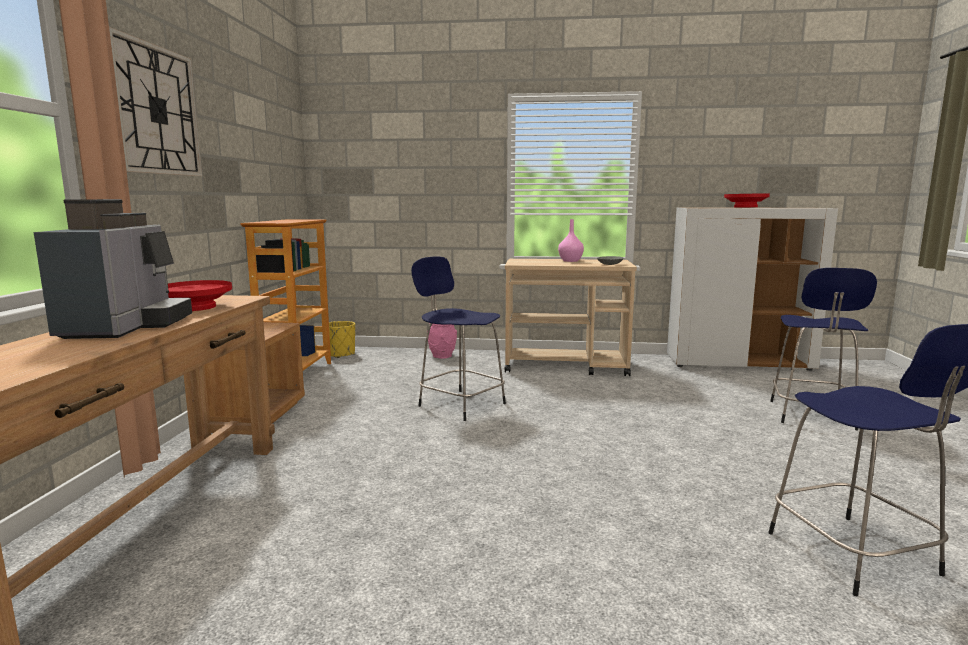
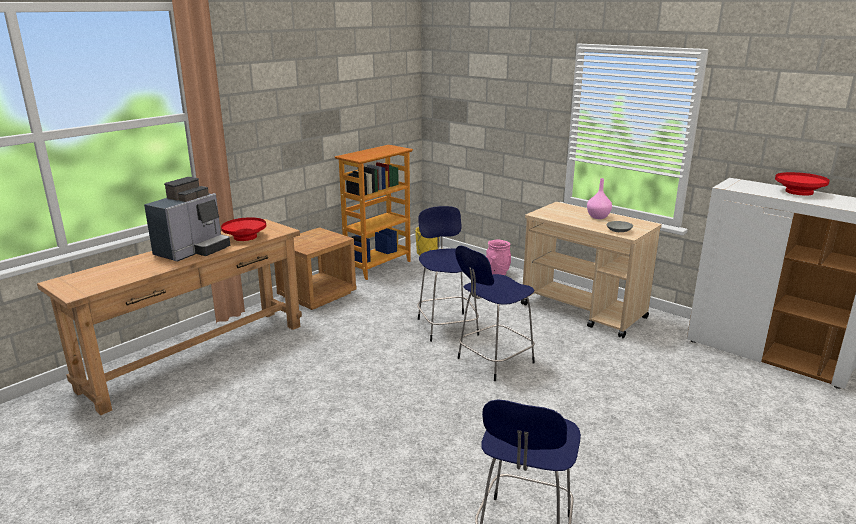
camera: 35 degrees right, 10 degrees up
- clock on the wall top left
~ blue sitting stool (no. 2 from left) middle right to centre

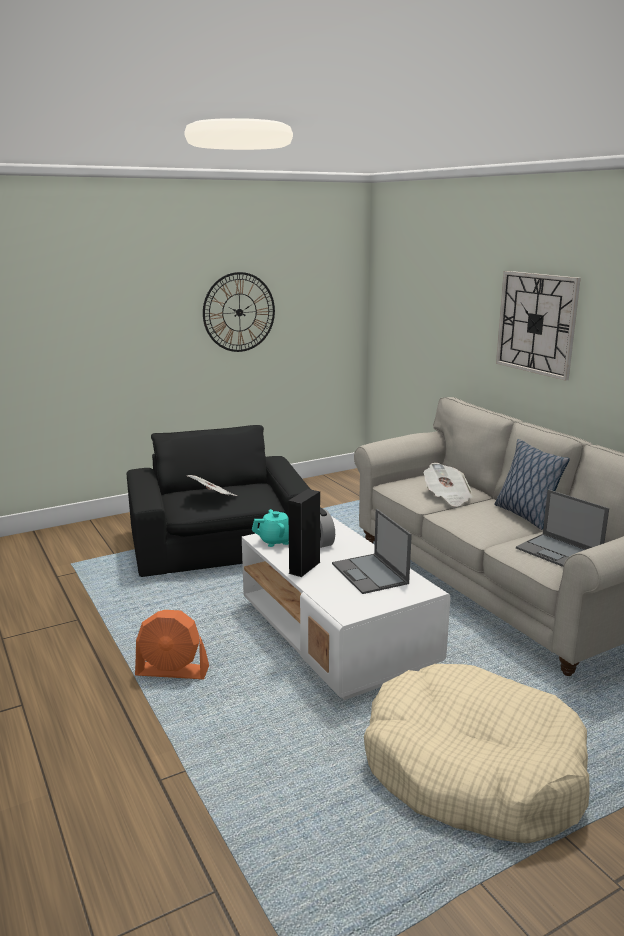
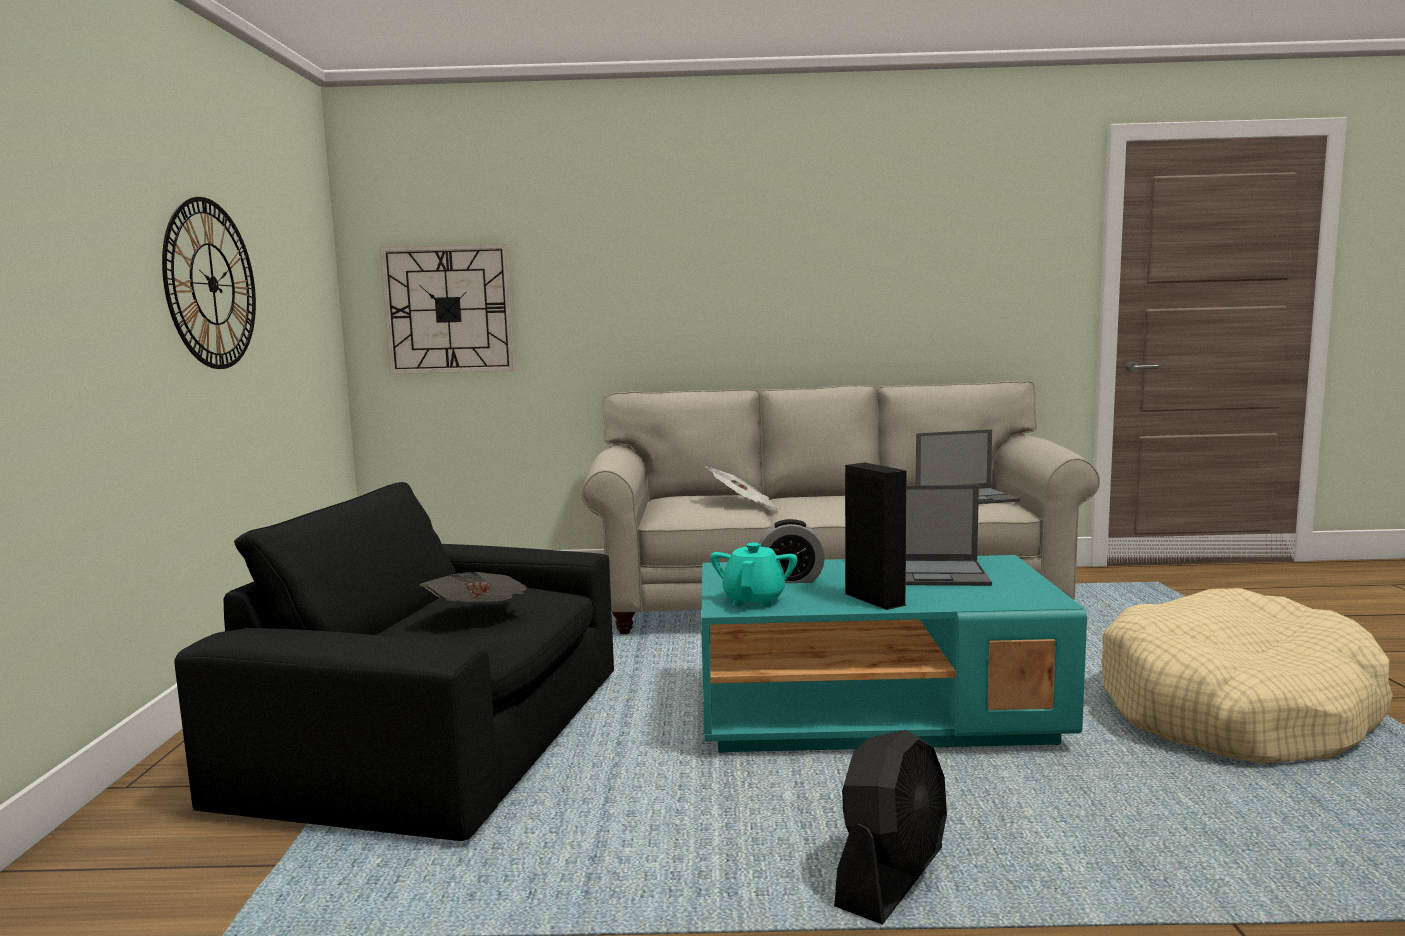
camera: 60 degrees left, 10 degrees down
- cushion middle right
~ clock on the wall (no. 2 from left) middle right to top left
~ orange-coloured cooling fan bottom left to black-coloured cooling fan bottom centre
~ whitish lounge table centre to blue-green lounge table bottom centre

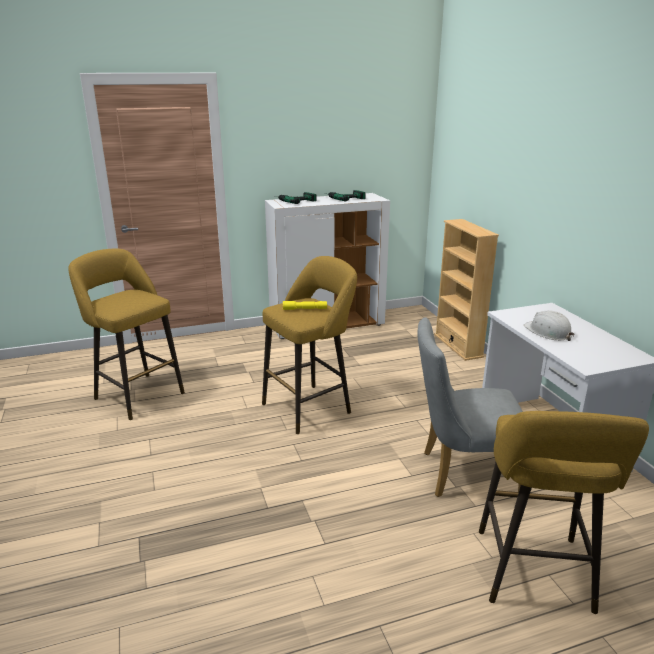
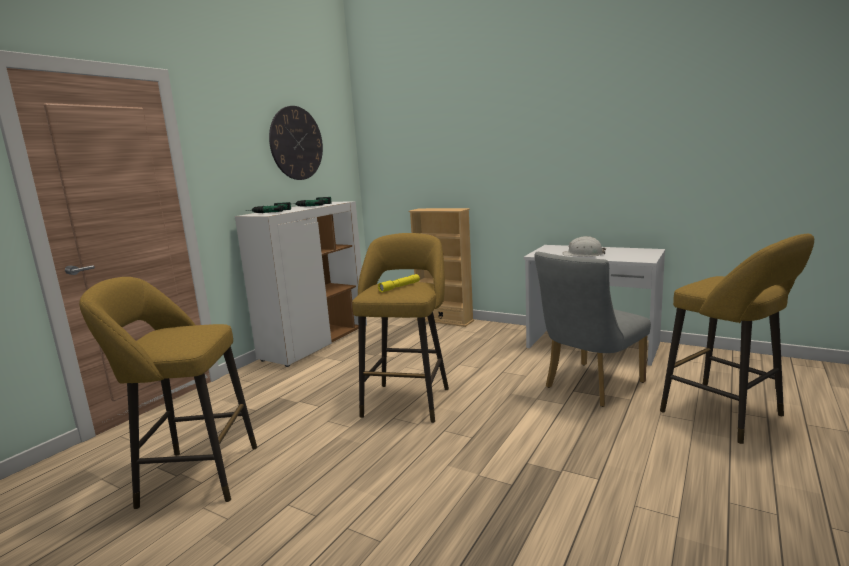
camera: 40 degrees left, 10 degrees down
+ clock on the wall top centre

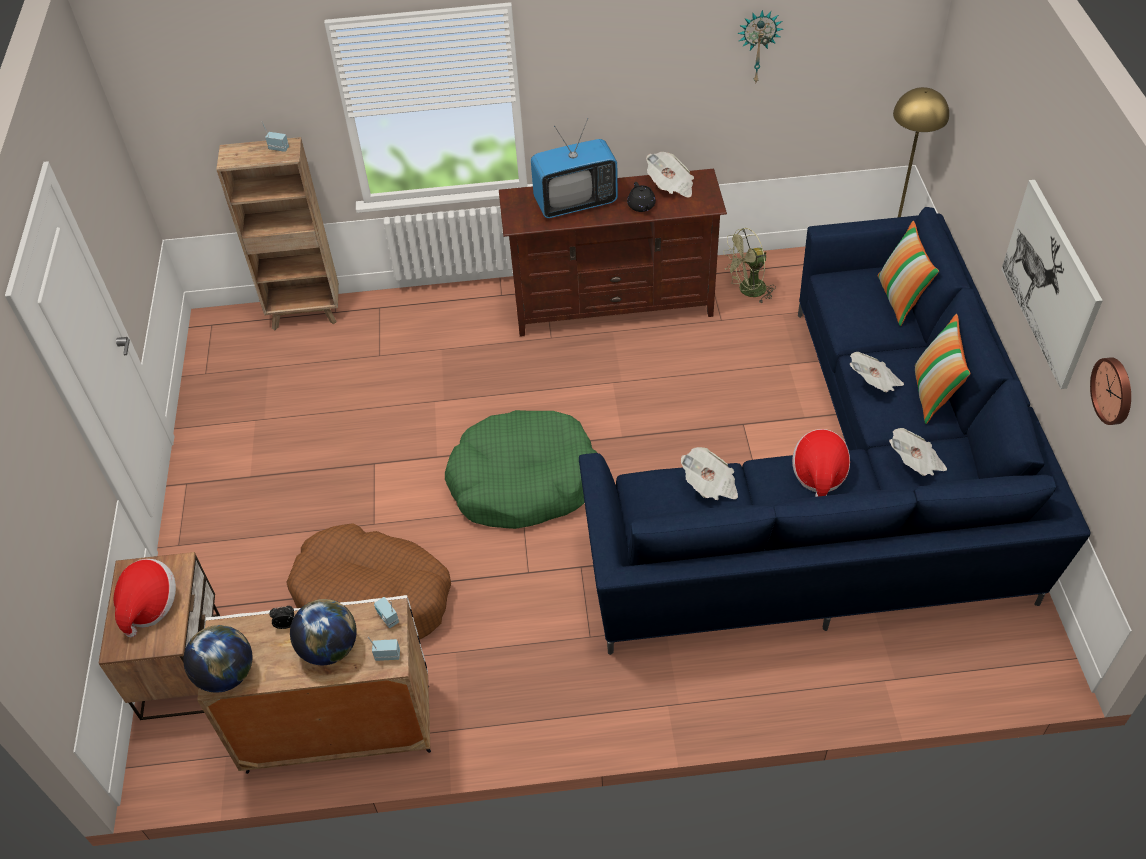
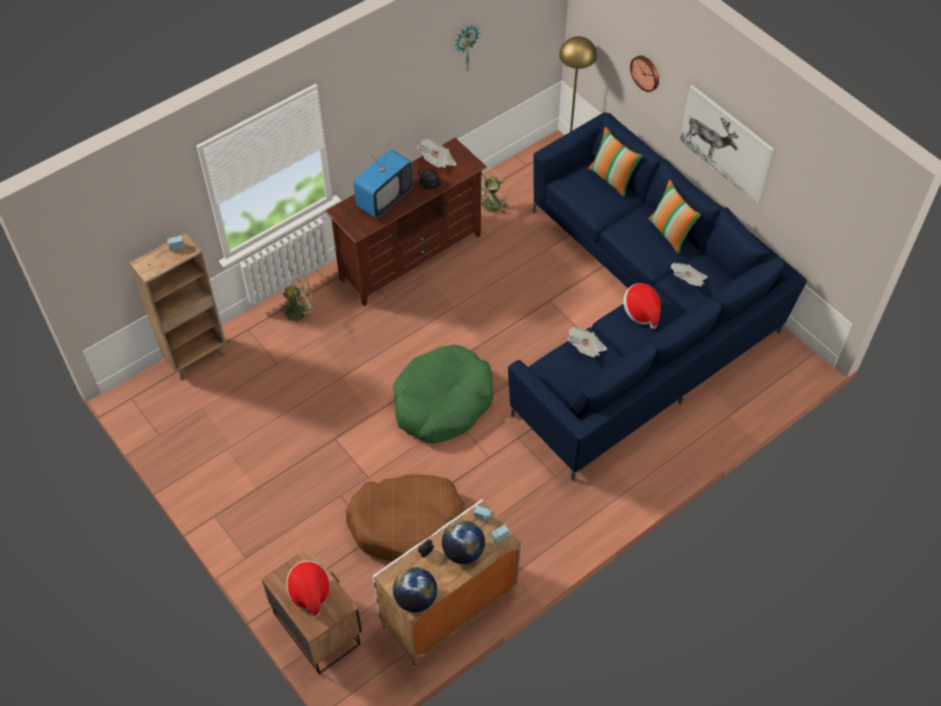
camera: 35 degrees left, 5 degrees up
- newspaper (no. 3 from left) middle right
+ green cooling fan (no. 1 from left) middle left
~ clock on the wall (no. 2 from left) middle right to top right

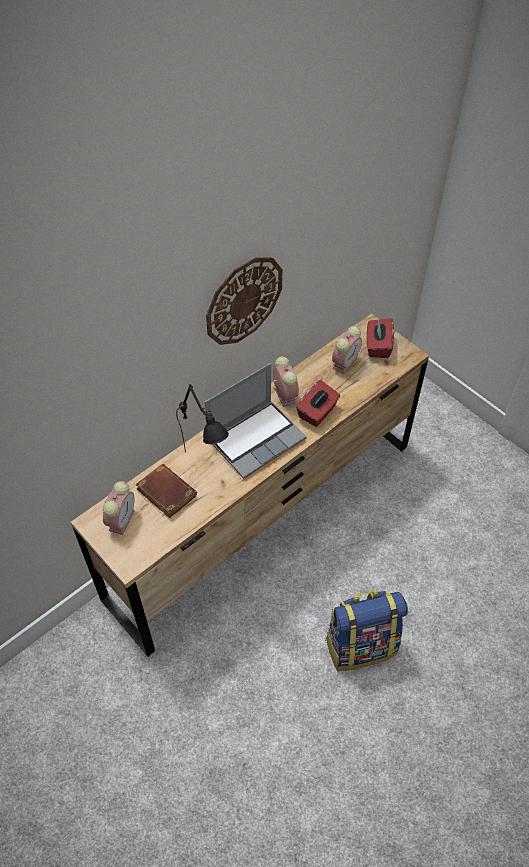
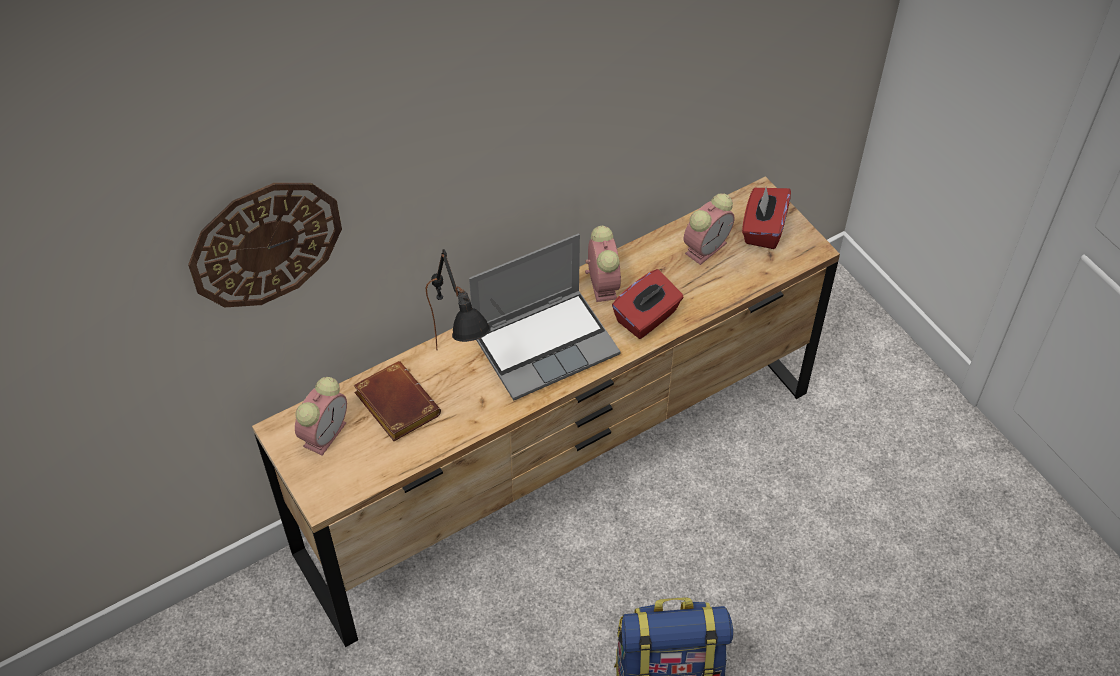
camera: 10 degrees right, 0 degrees up
~ clock on the wall centre to middle left

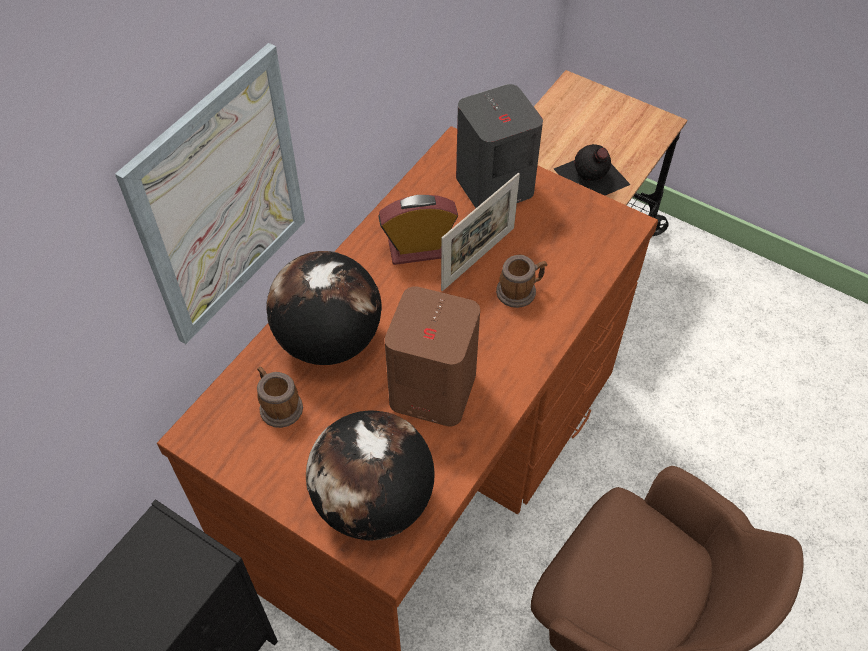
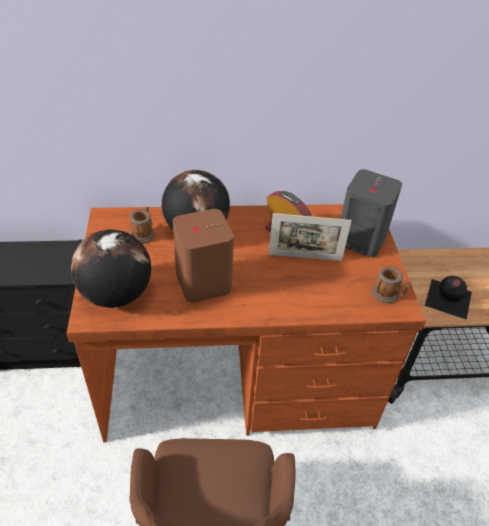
camera: 50 degrees right, 10 degrees down
- picture top left
~ tea mug (no. 2 from left) centre to middle right

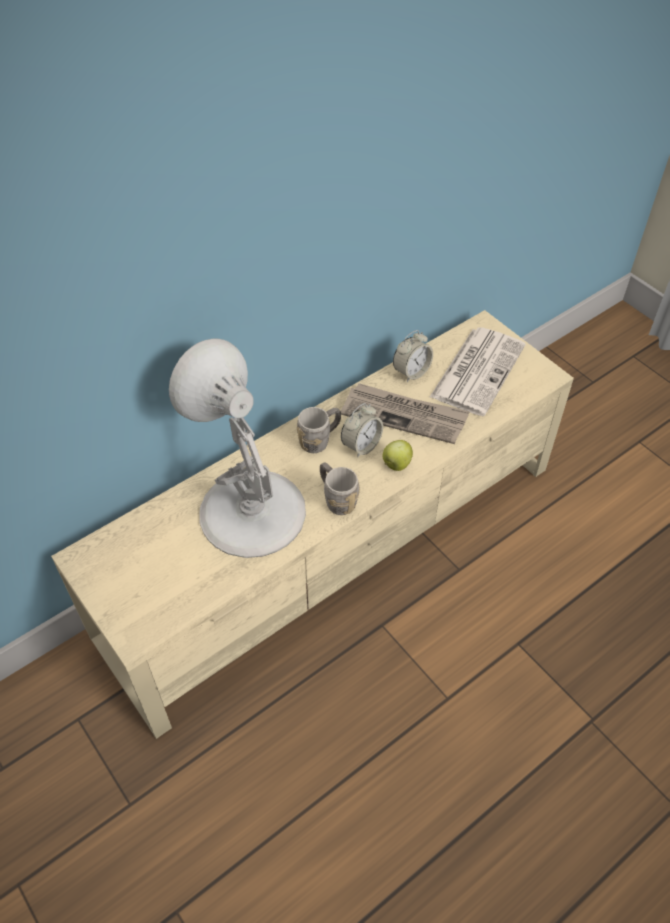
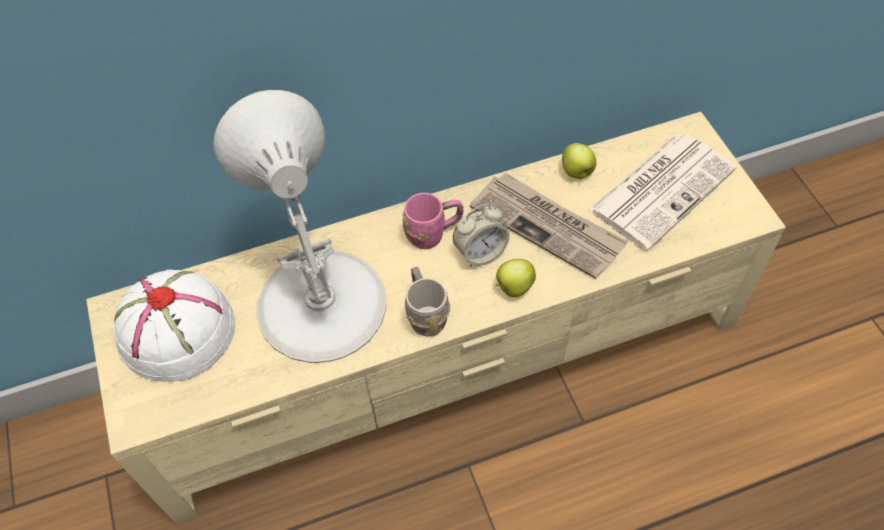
camera: 20 degrees right, 5 degrees up
+ whitish wearable hat middle left
~ alarm clock (no. 2 from left) centre to whole apple (no. 2 from left) top centre
~ greyish tea mug (no. 1 from left) centre to pinkish tea mug centre

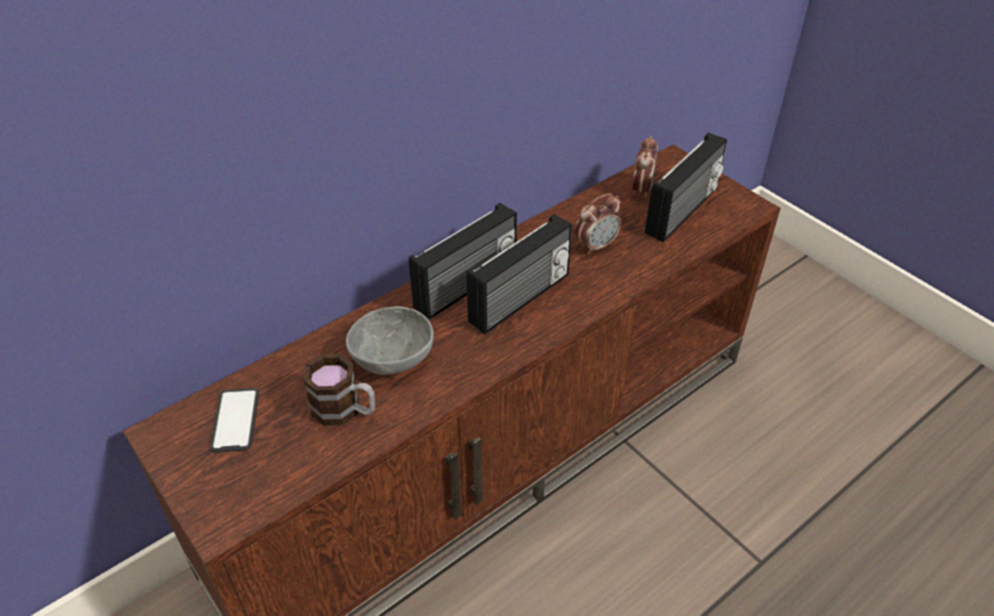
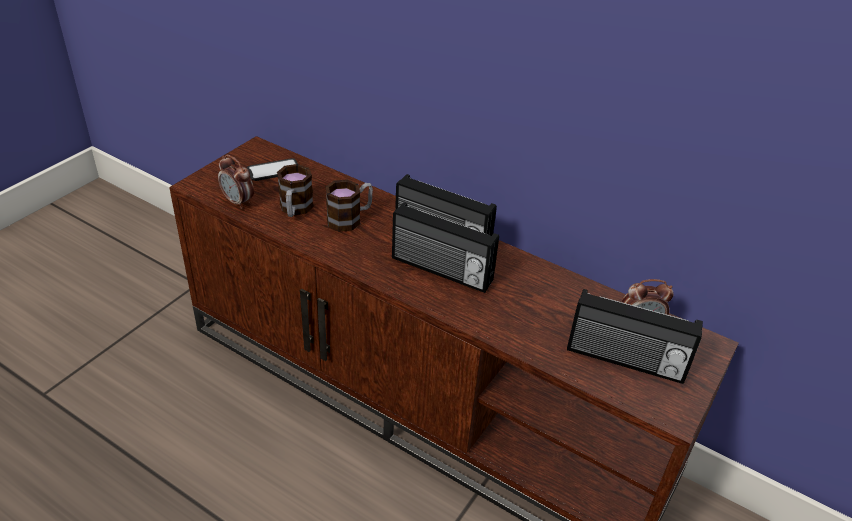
camera: 70 degrees right, 5 degrees down
~ alarm clock (no. 1 from left) centre to middle left
~ greyish serving bowl centre to tea mug (no. 2 from left) centre

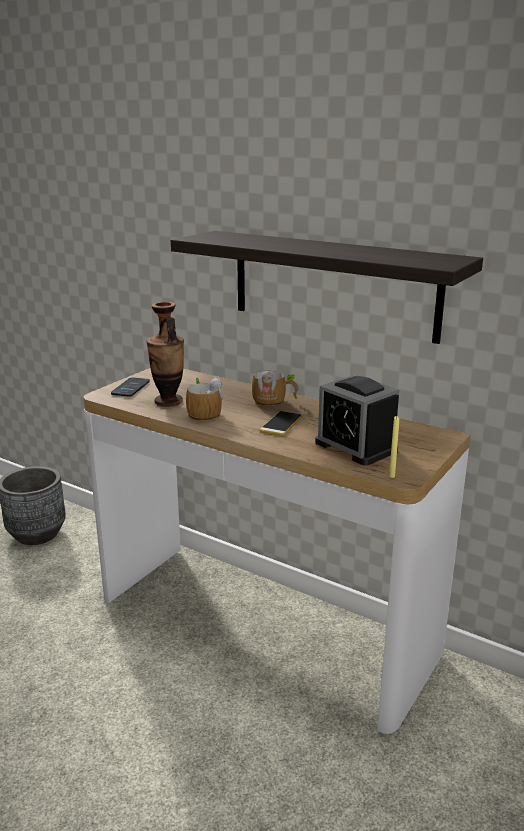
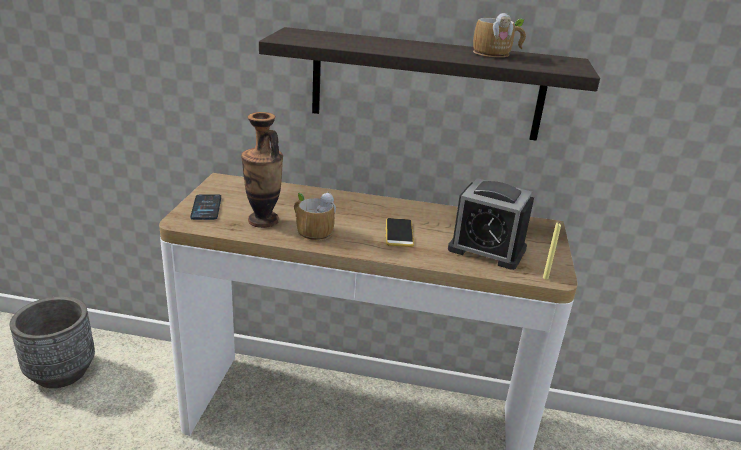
camera: 25 degrees left, 5 degrees up
~ tea mug (no. 2 from left) centre to top right

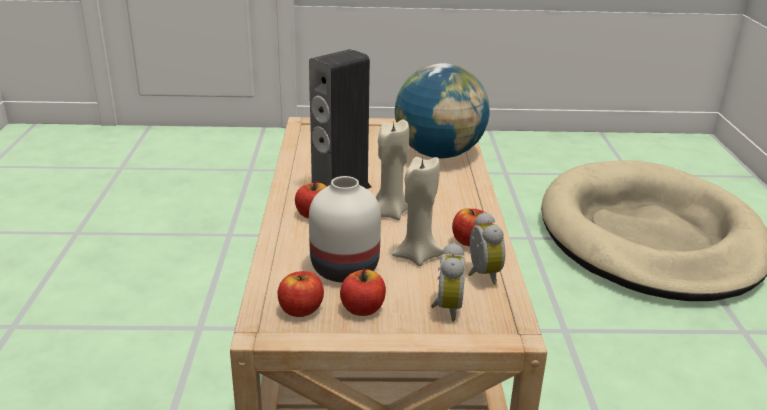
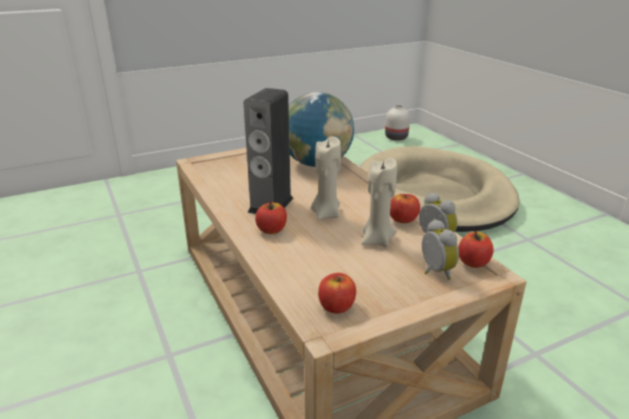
camera: 25 degrees left, 0 degrees up
~ whitish vase centre to top centre
~ whole apple (no. 3 from left in the first image) bottom centre to whole apple (no. 4 from left) middle right

